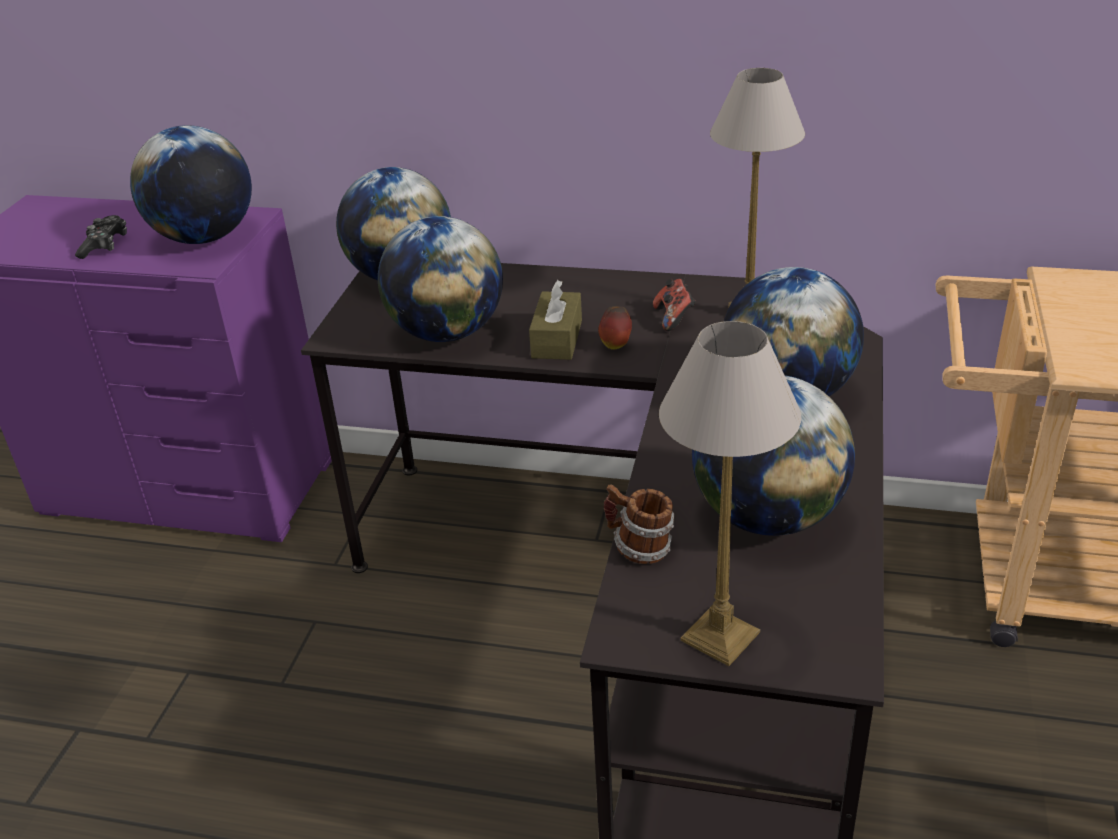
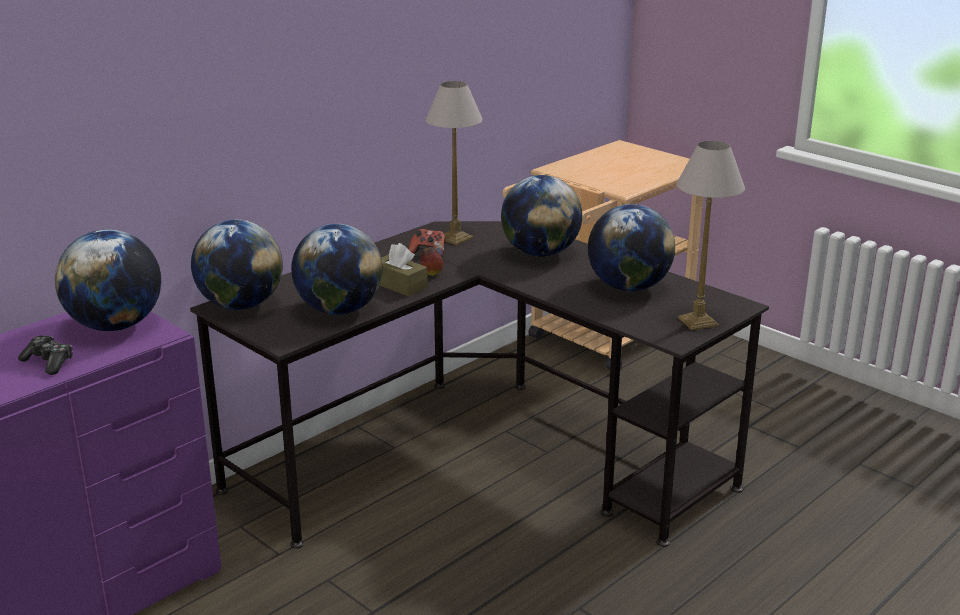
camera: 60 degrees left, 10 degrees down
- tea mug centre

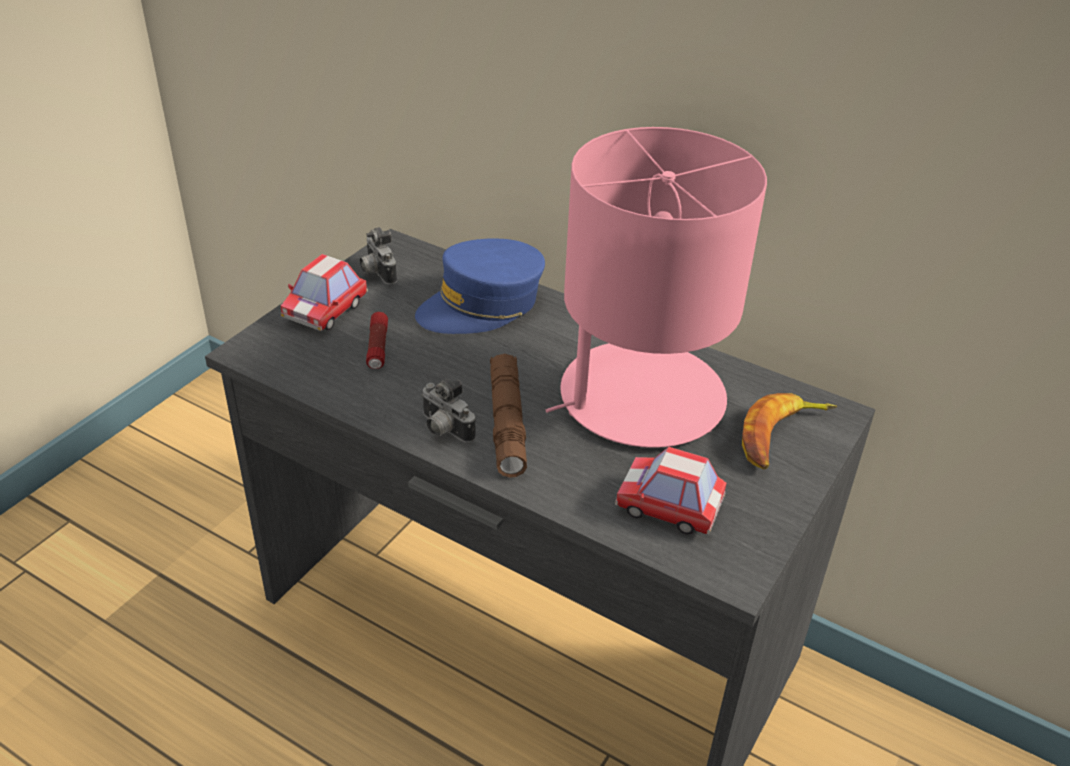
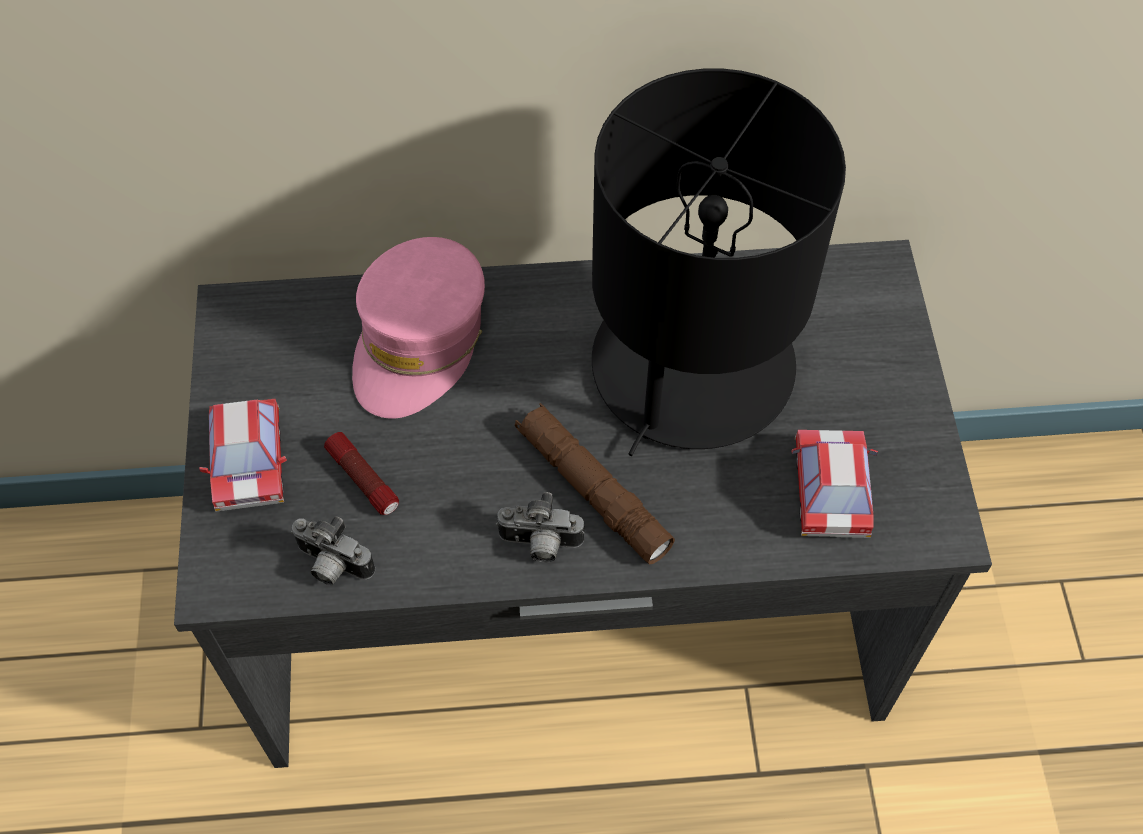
camera: 35 degrees left, 20 degrees up
- banana middle right
~ still camera (no. 1 from left) centre to middle left
~ blue cap centre to pinkish cap centre
~ pinkish table lamp centre to black-coloured table lamp top centre
~ toy car (no. 2 from left) centre = middle right 105 degrees clockwise

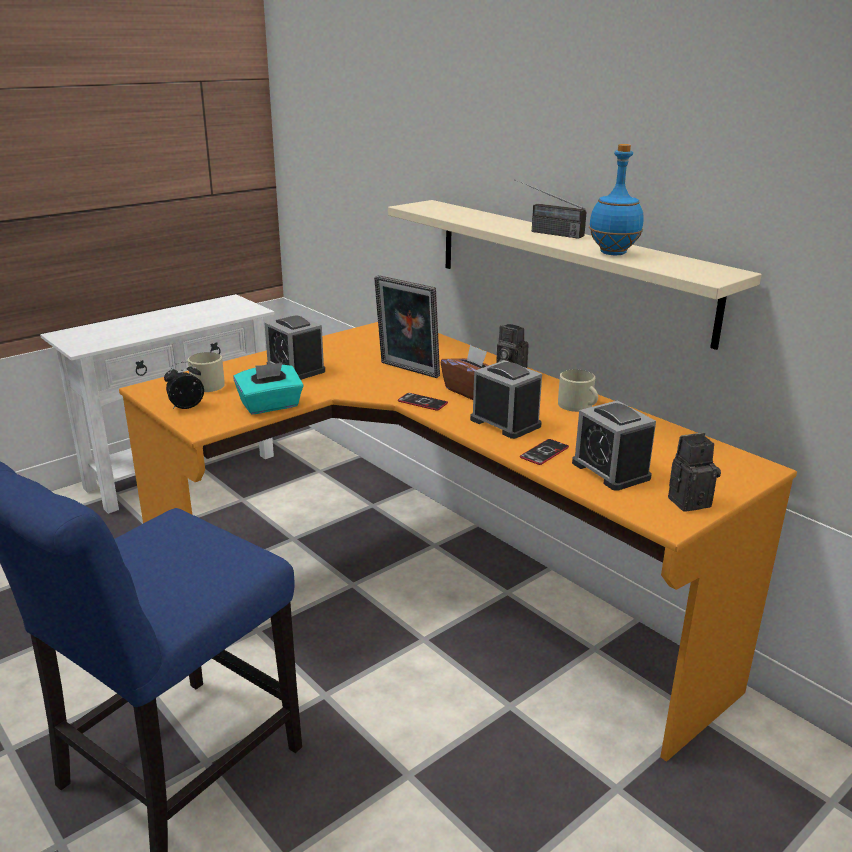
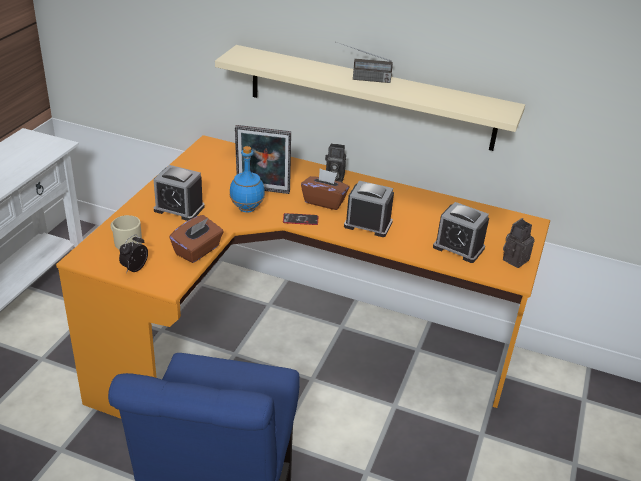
camera: 30 degrees left, 10 degrees up
- telephone (no. 2 from left) centre
- beige tea mug (no. 2 from left) middle right
~ blue drink bottle top right to centre
~ blue-green tissue box middle left to brown-coloured tissue box (no. 1 from left) middle left

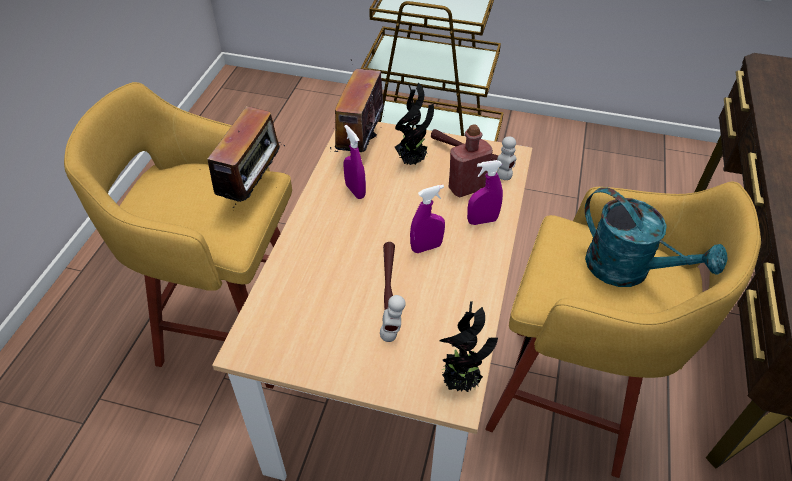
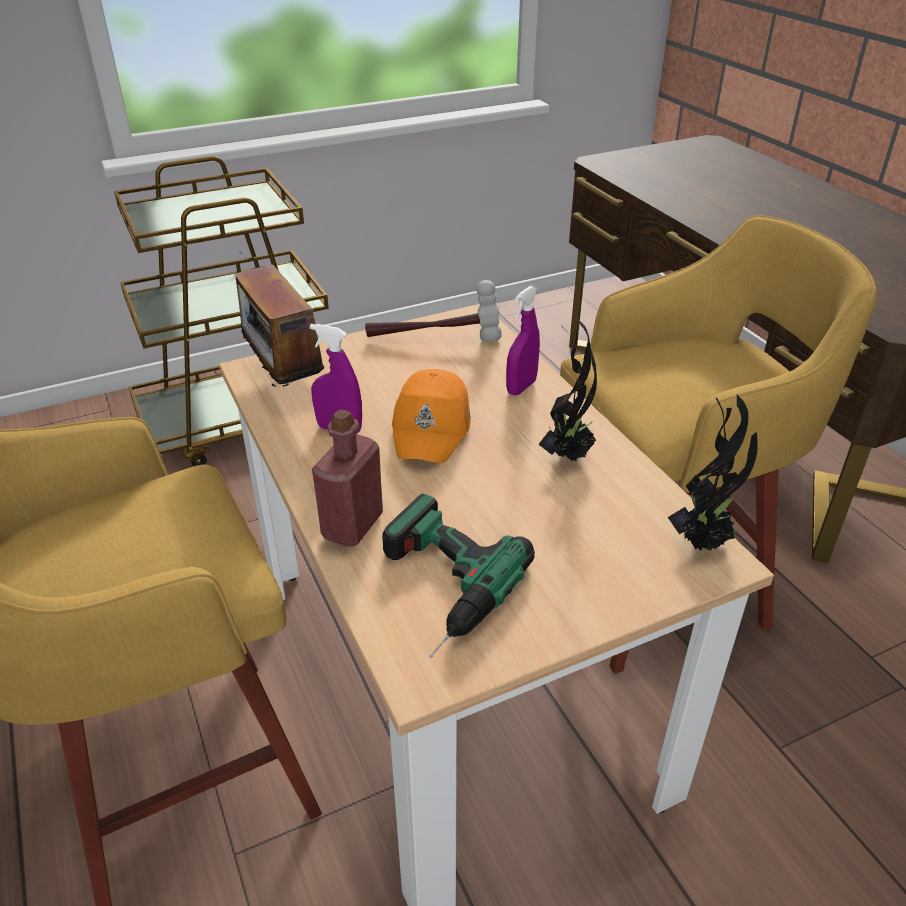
camera: 40 degrees left, 10 degrees down
- radio (no. 1 from left) top left
- hammer (no. 1 from left) centre
- purplish hand sprayer (no. 2 from left) centre
- blue-green sprinkling can middle right
+ power drill centre
+ orange-coloured cap centre
~ plant in a pot (no. 1 from left) top centre to centre
~ red drink bottle top centre to centre

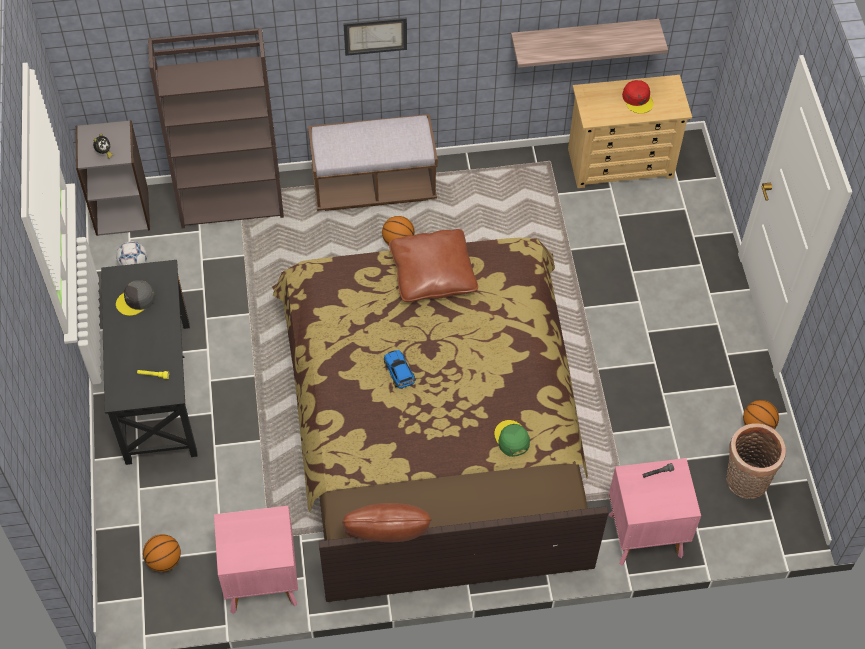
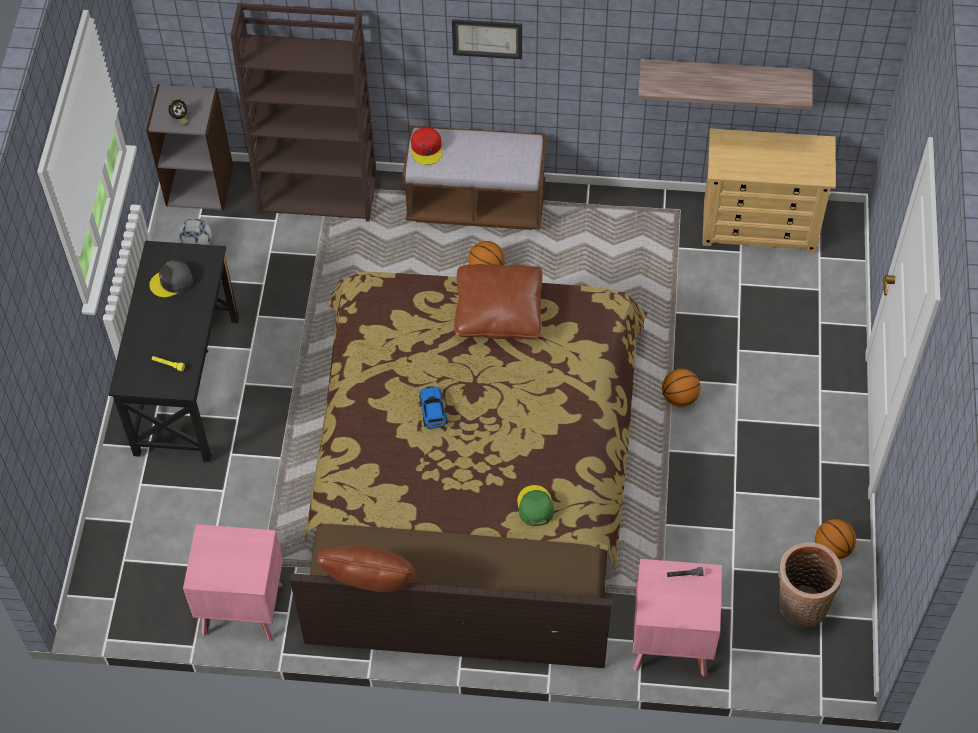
camera: 15 degrees right, 0 degrees up
~ basketball (no. 1 from left in the first image) bottom left to basketball (no. 2 from left) middle right
~ red cap top right to top centre

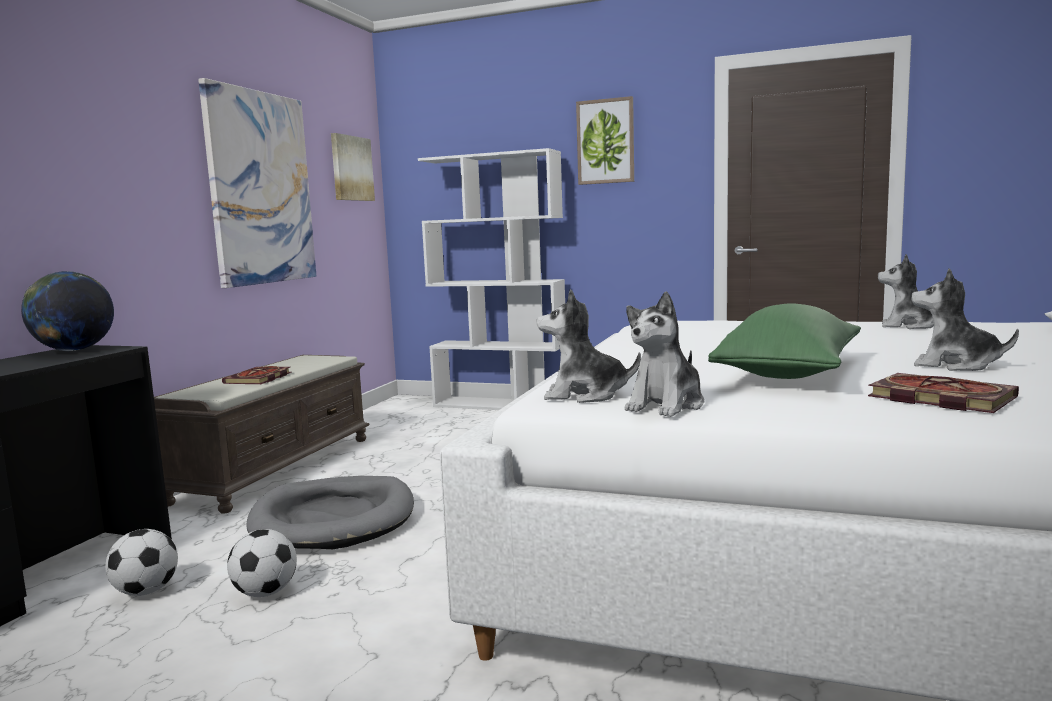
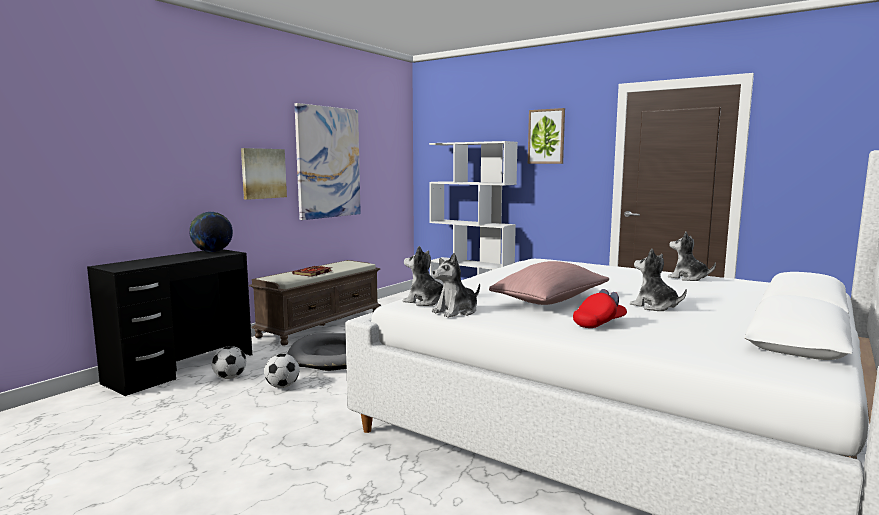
camera: 15 degrees right, 0 degrees up
~ picture (no. 2 from left in the first image) top centre to picture (no. 1 from left) middle left
~ book (no. 2 from left) middle right to red cap middle right
~ green cushion middle right to pinkish cushion centre

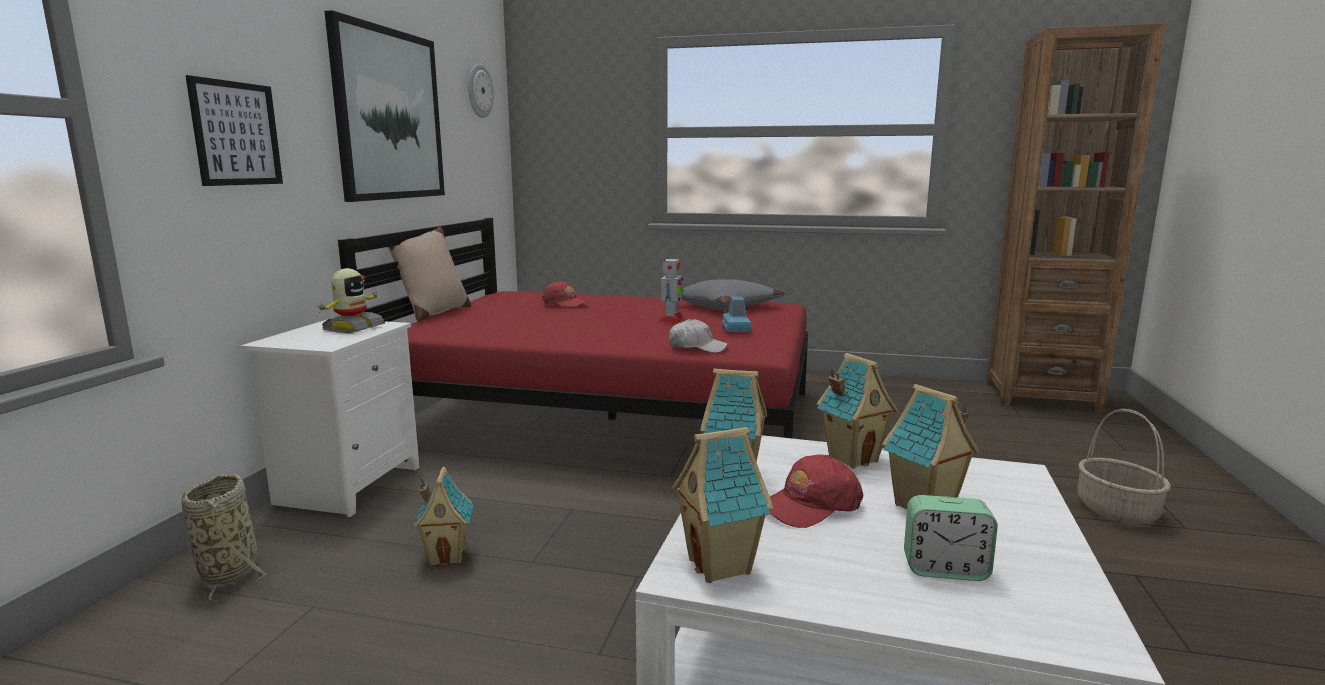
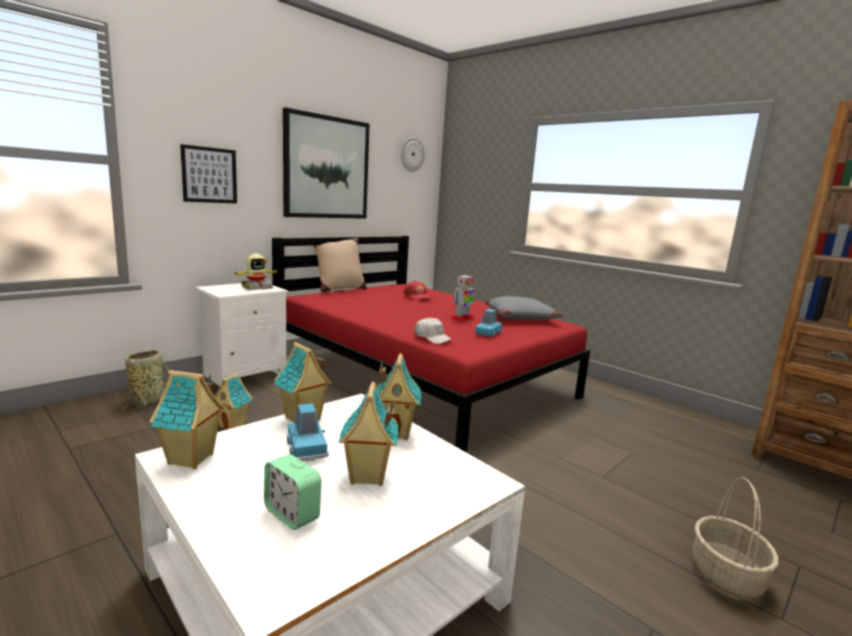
camera: 30 degrees right, 0 degrees up
~ red cap (no. 2 from left) bottom centre to blue toy car (no. 1 from left) bottom centre

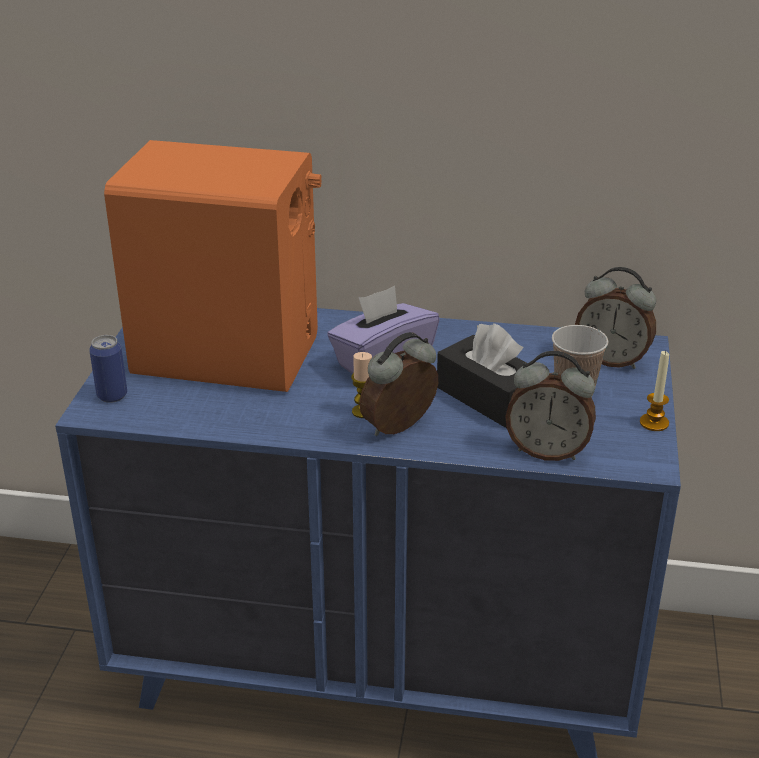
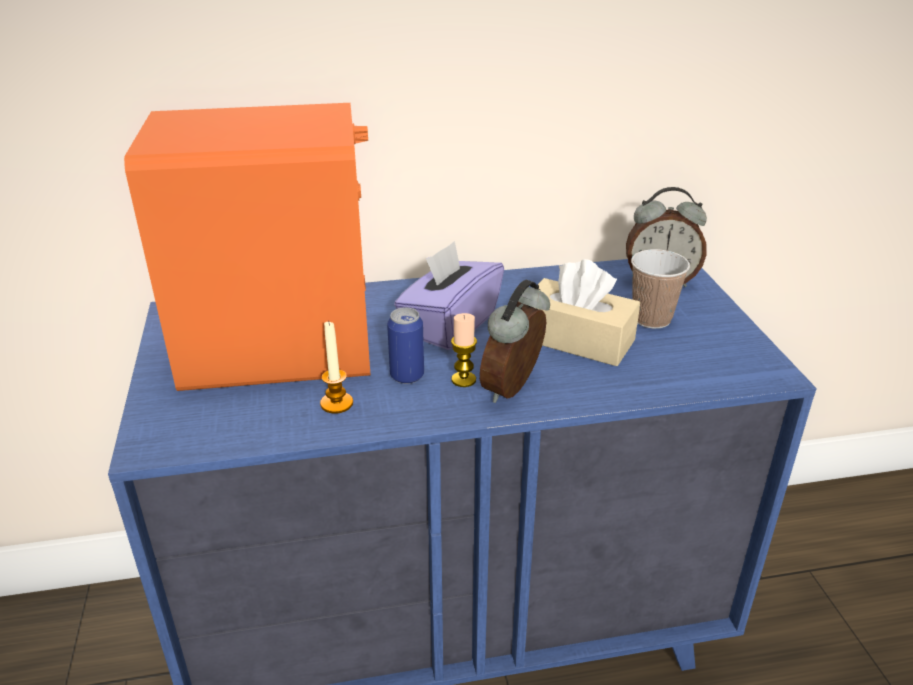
camera: 20 degrees left, 0 degrees up
- alarm clock (no. 2 from left) middle right
~ can middle left to centre
~ wax candle (no. 2 from left in the first image) middle right to wax candle (no. 1 from left) centre
~ black-coloured tissue box centre to beige tissue box centre

